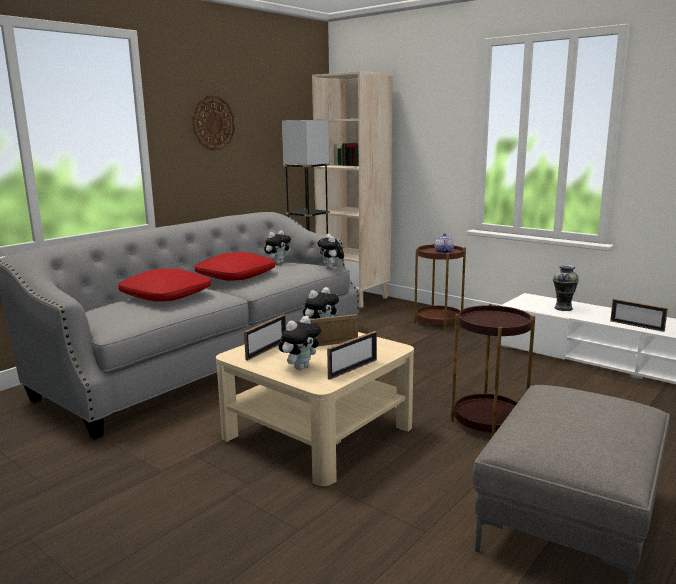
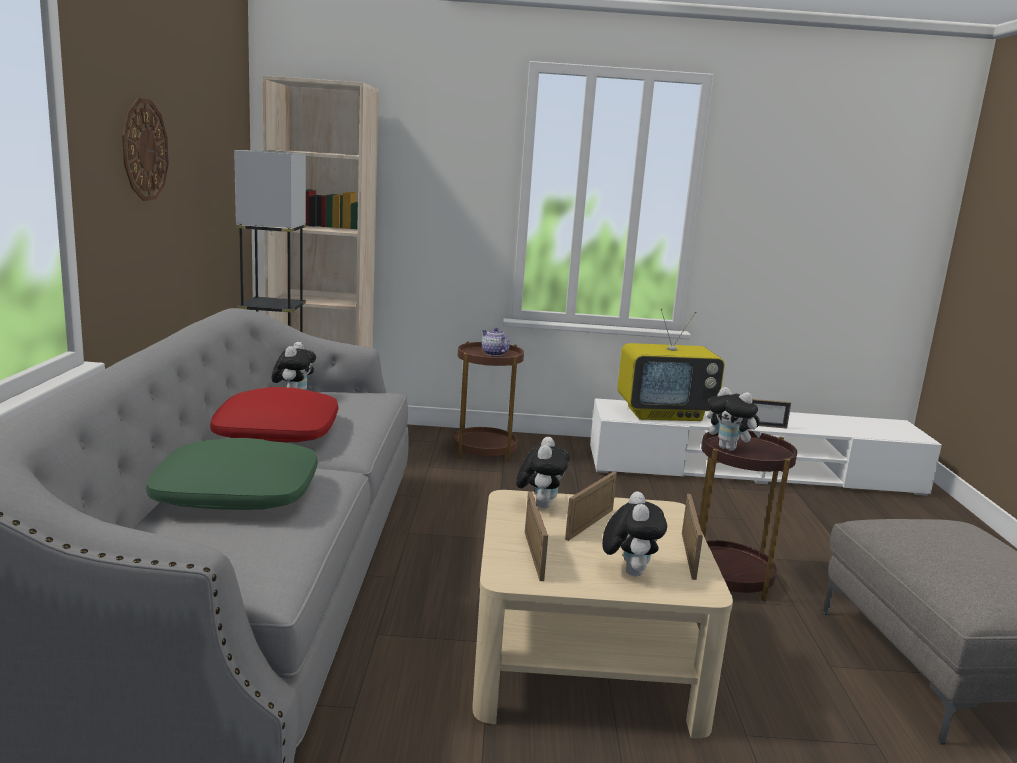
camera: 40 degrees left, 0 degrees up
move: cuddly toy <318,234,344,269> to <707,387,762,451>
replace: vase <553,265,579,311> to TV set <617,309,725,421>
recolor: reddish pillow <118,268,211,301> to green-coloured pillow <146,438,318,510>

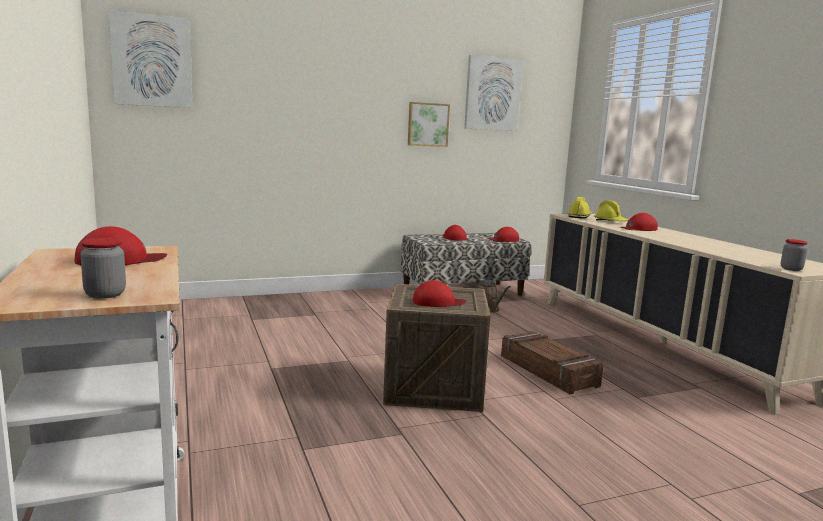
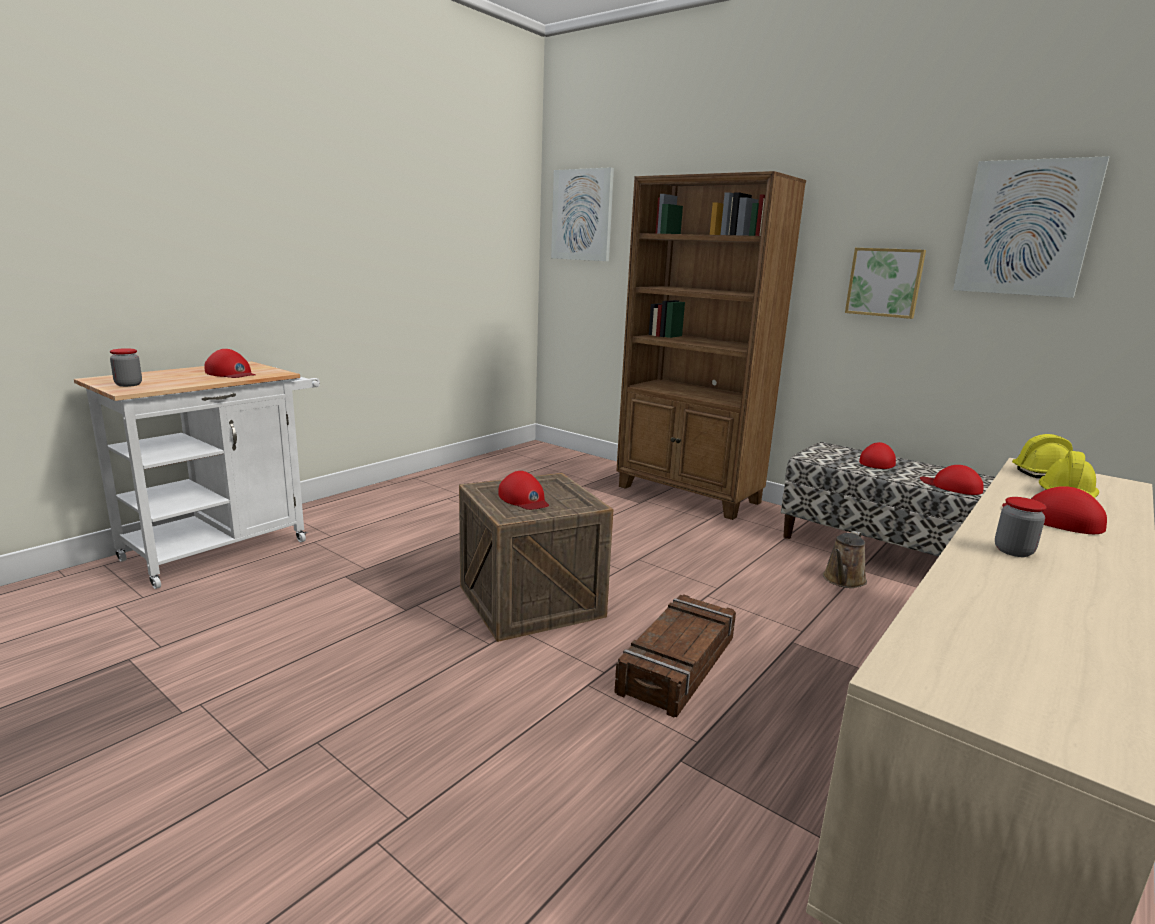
camera: 60 degrees right, 5 degrees up
insert: brownish shelving unit <616,171,806,520>
move: preserve jar <781,239,808,271> to <995,497,1047,557>

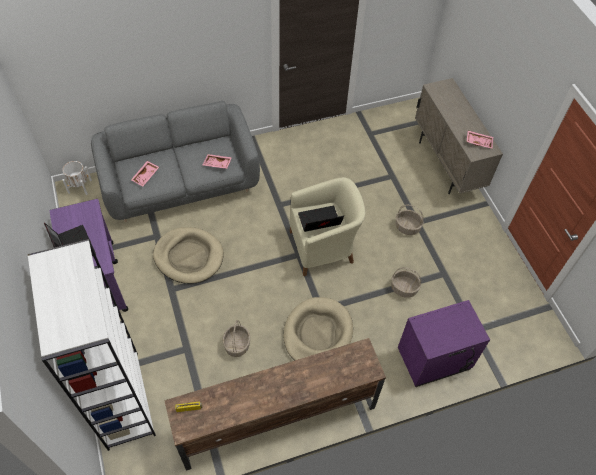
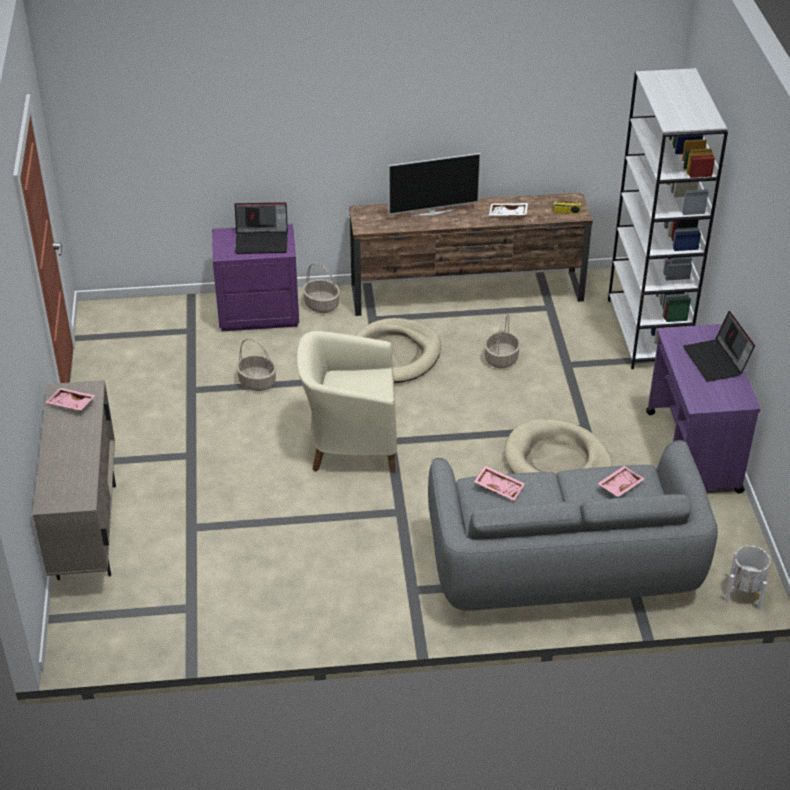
camera: 165 degrees left, 15 degrees down
insert: TV set <388,153,481,216>; white serving tray <489,203,528,216>
move: notebook computer <298,206,344,232> to <234,202,288,254>; storage basket <395,204,424,235> to <303,262,340,313>

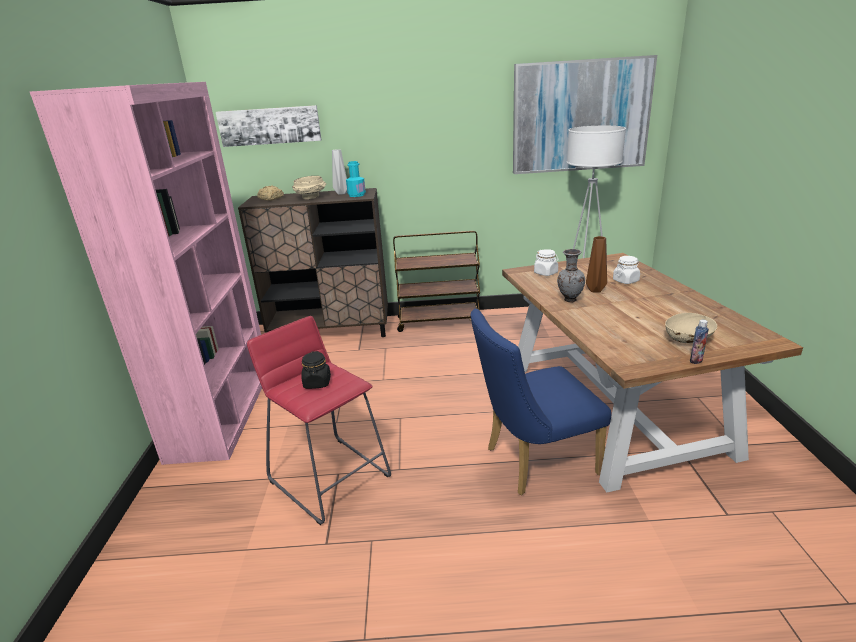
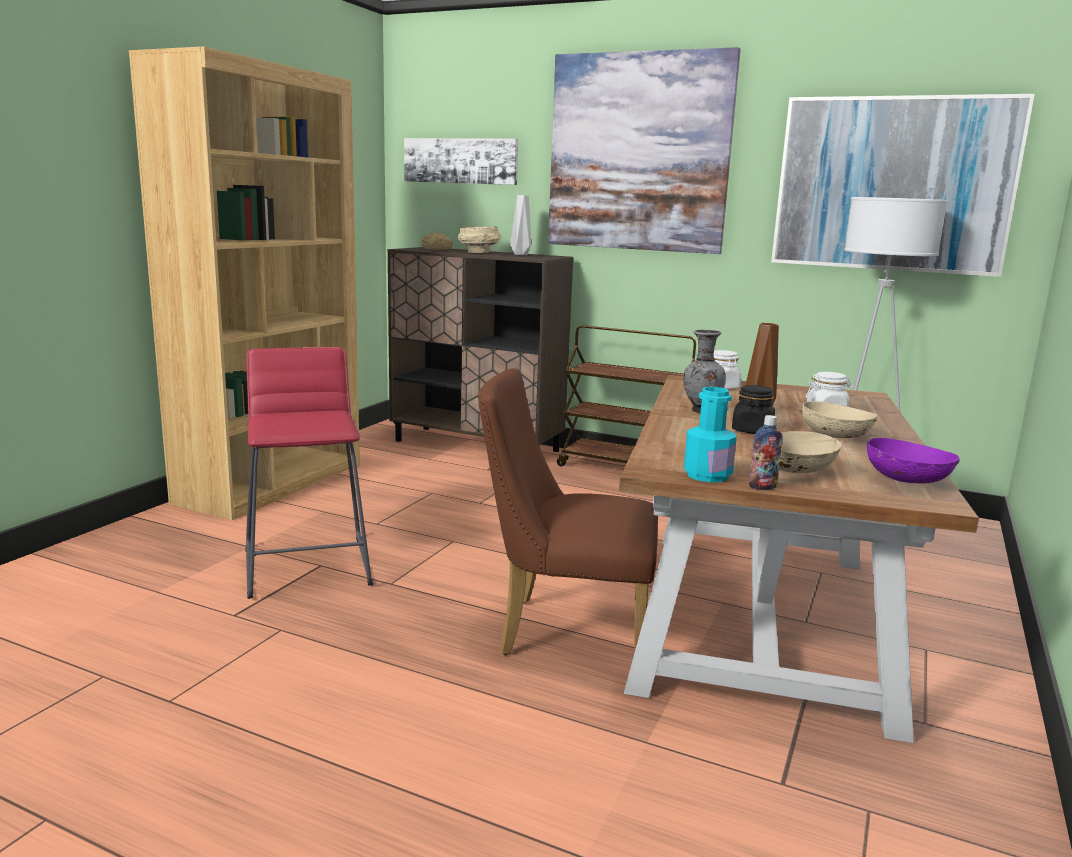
camera: 25 degrees right, 10 degrees down
insert: wall art <548,47,741,254>; beige-coloured deep dish <802,401,877,438>; purple deep dish <867,438,960,483>
move: turquoise bottle <346,161,366,197> to <684,387,737,482>; blackish preserve jar <301,351,331,389> to <732,385,775,434>
recolor: pink shelving unit <30,82,262,465> to brownish shelving unit <129,46,360,520>; blue-coloured chair <470,309,612,495> to brownish chair <478,368,658,655>

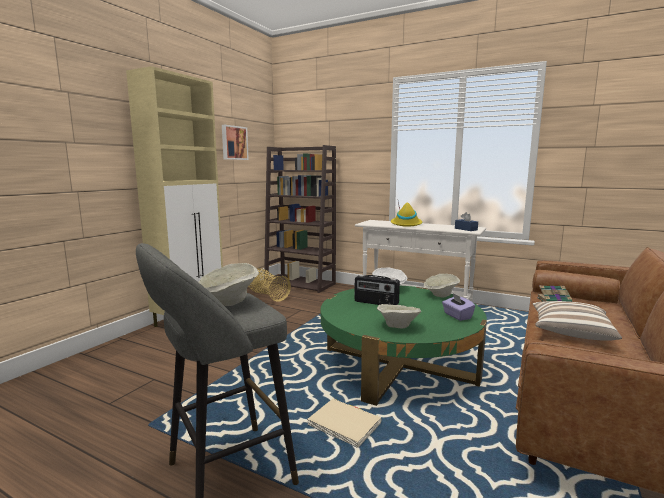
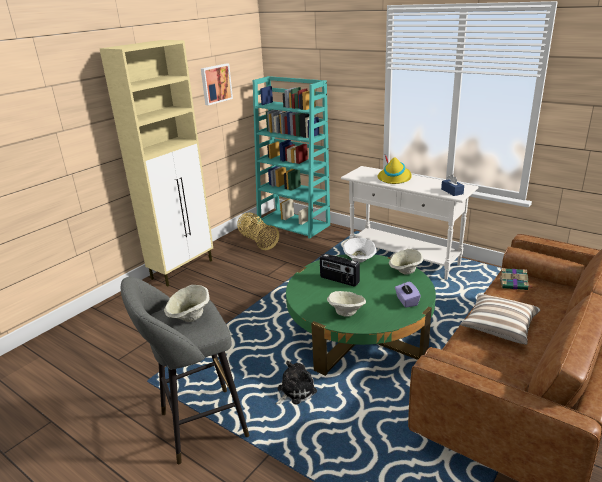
camera: 10 degrees right, 15 degrees up
replace: beige-coloured volume <307,399,382,448> to cuddly toy <276,361,317,405>
recolor: brownish shelving unit <264,145,336,293> to turquoise shelving unit <253,76,330,239>

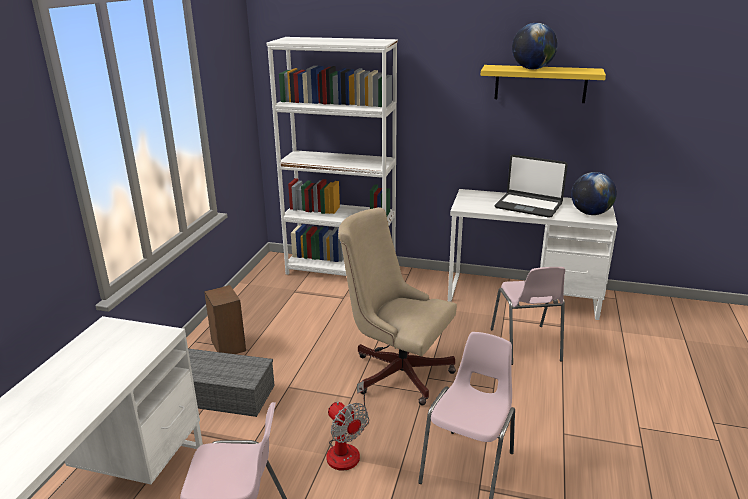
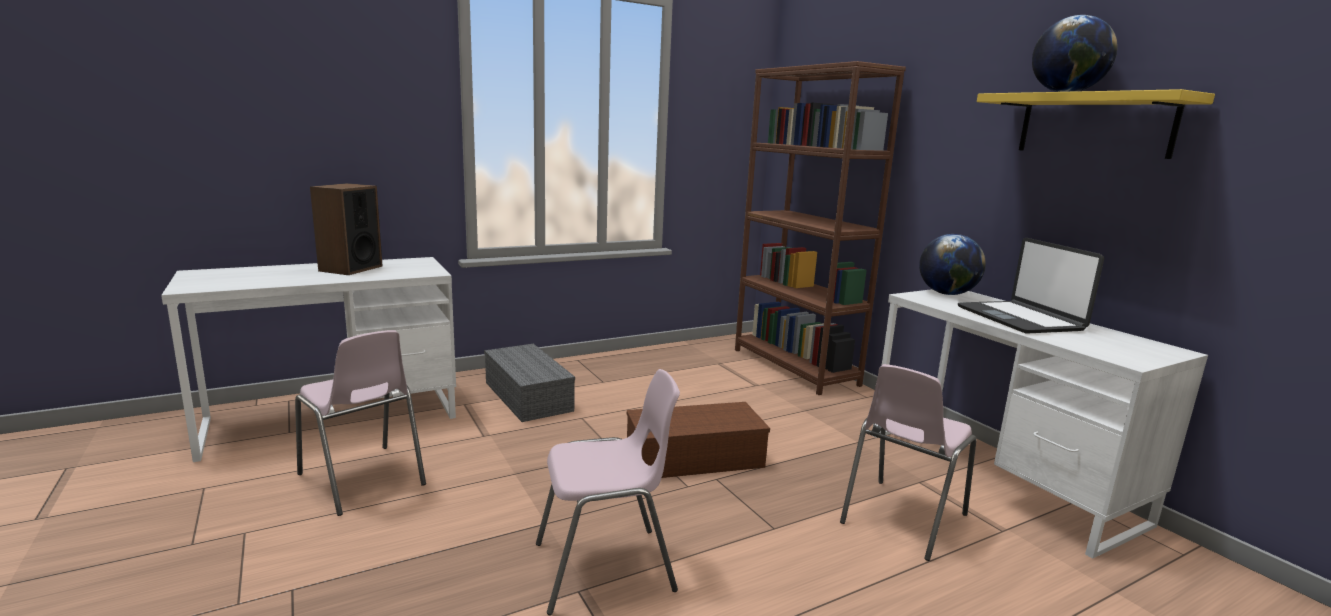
camera: 45 degrees right, 10 degrees down
delete: fan <326,381,369,471>
move: audio speaker <204,285,246,354> to <310,183,383,275>; desk globe <571,172,617,215> to <919,234,986,295>
replace: beige-coloured office chair <338,207,457,406> to brownish storage bin <627,402,770,478>
recolor: white shelving unit <267,37,398,276> to brownish shelving unit <735,61,906,395>

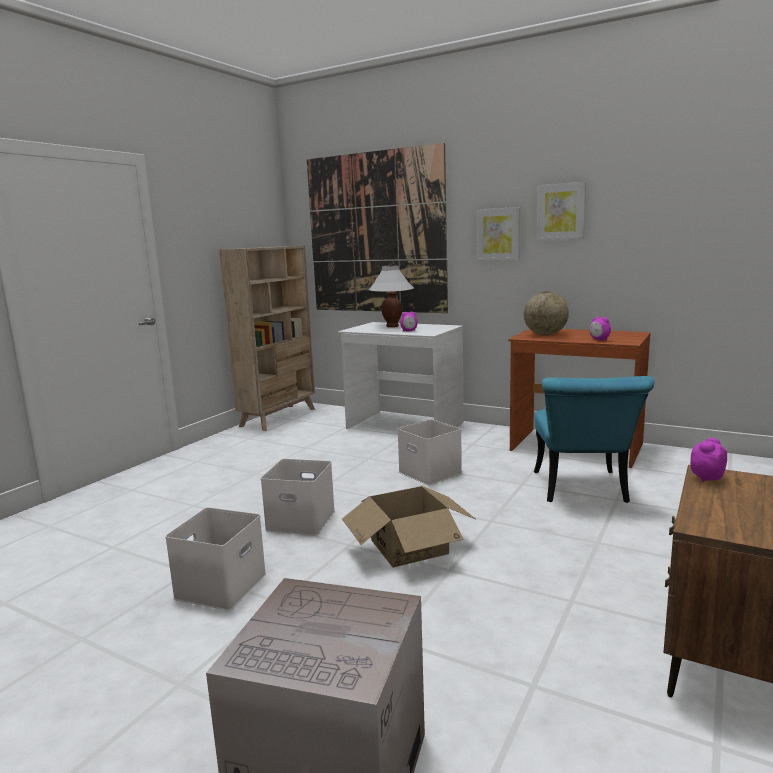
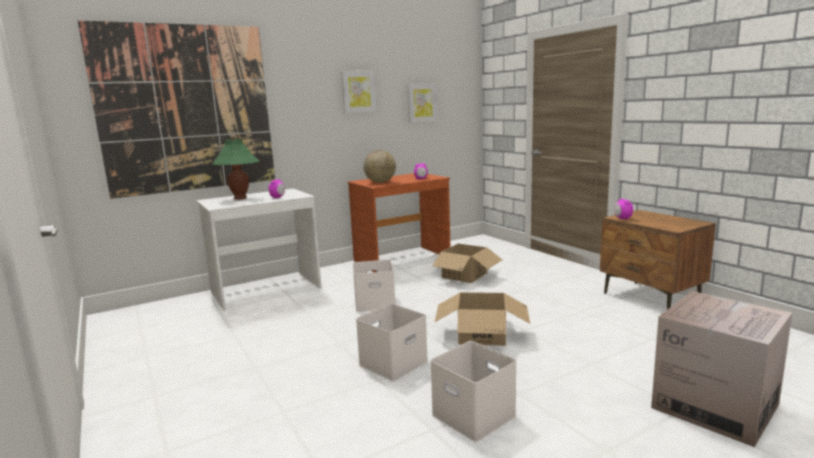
camera: 60 degrees left, 0 degrees up
delete: beige-coloured shelving unit <219,246,315,431>
move: wall art <476,207,520,261> to <407,83,437,123>
replace: turquoise chair <534,376,655,503> to carton <432,243,502,283>
recolor: white lamp for a table <369,263,414,327> to green-coloured lamp for a table <212,137,259,200>

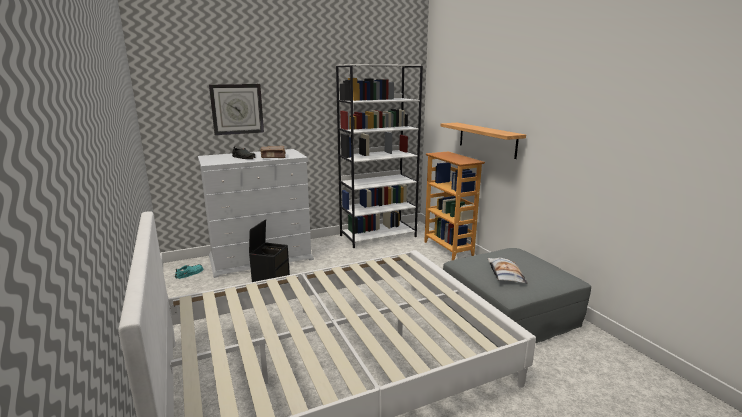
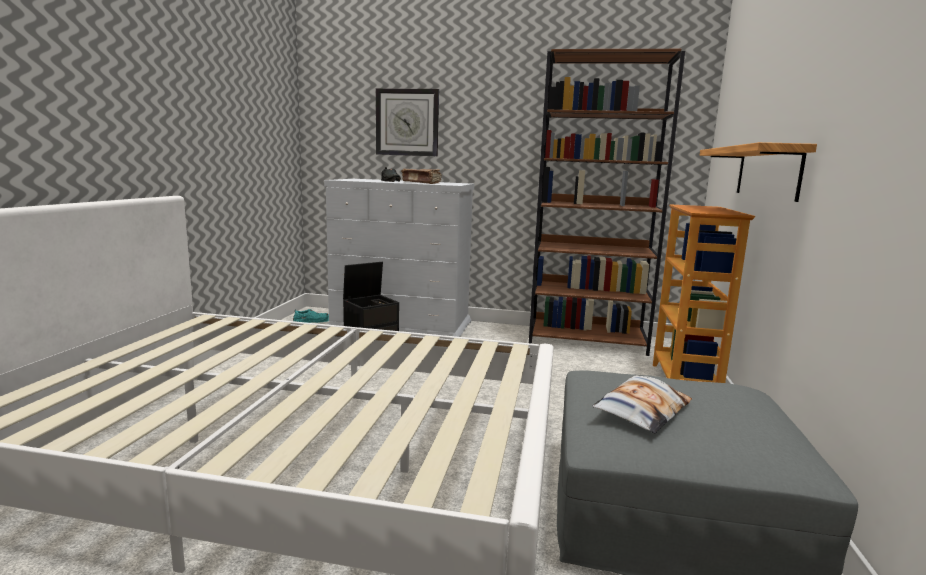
camera: 35 degrees right, 5 degrees down
recolor: white shelving unit <336,64,423,248> to brownish shelving unit <529,49,685,356>

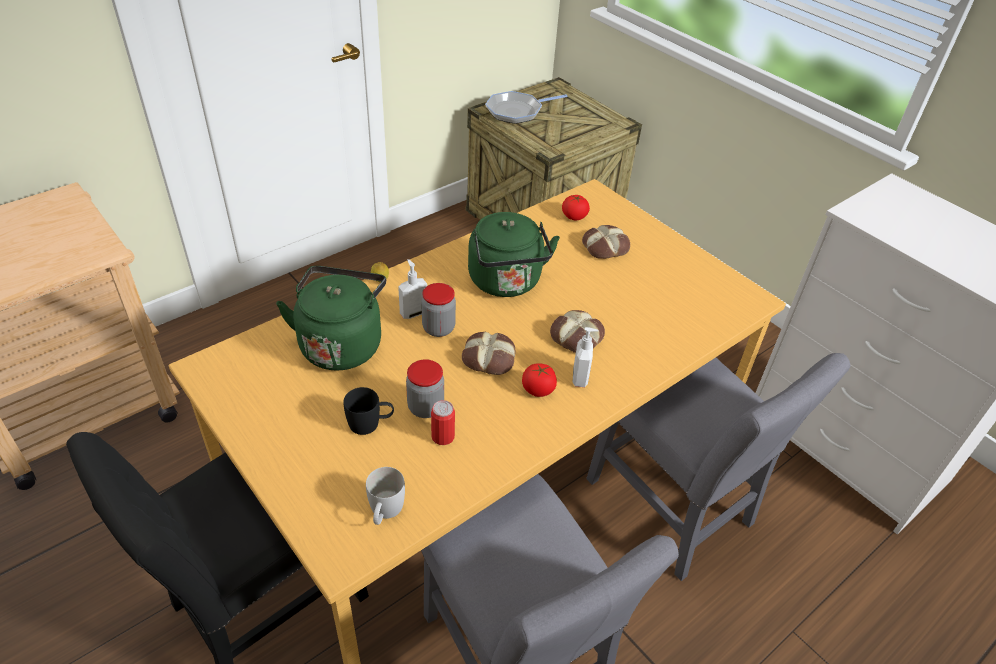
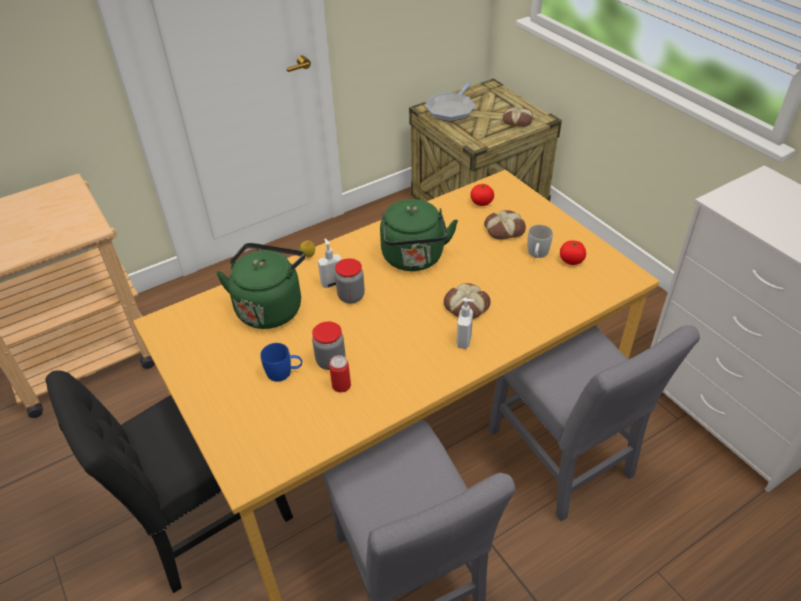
camera: 10 degrees right, 0 degrees up
move: bread <462,332,515,375> to <502,106,533,127>; white tea mug <366,467,405,525> to <527,225,553,258>; whole tomato <522,363,557,397> to <560,240,586,265>
recolor: blackish tea mug <343,387,394,435> to blue-coloured tea mug <260,343,302,382>
rotate: pan <485,91,568,124> = <425,82,475,122> 45 degrees counterclockwise

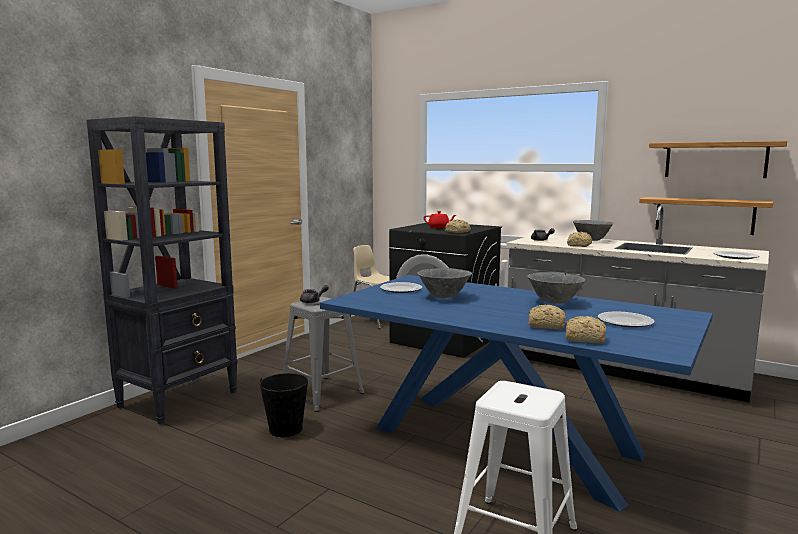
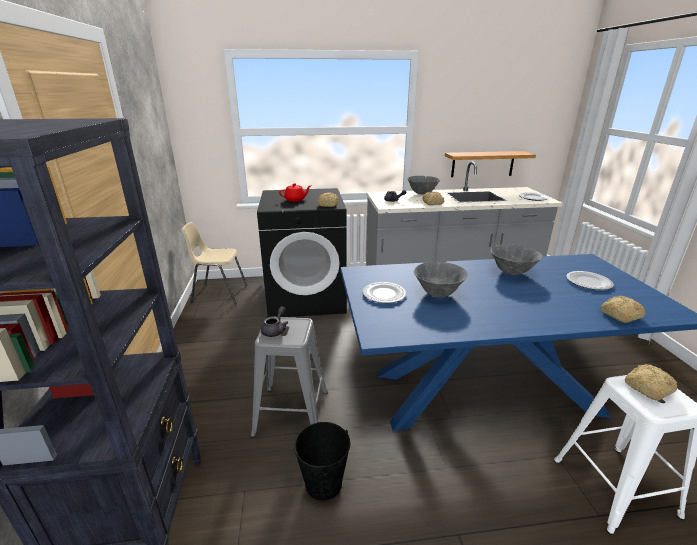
camera: 40 degrees left, 15 degrees up
delete: wall shelf <649,141,787,178>
move: bread <529,305,565,329> to <625,364,677,401>

